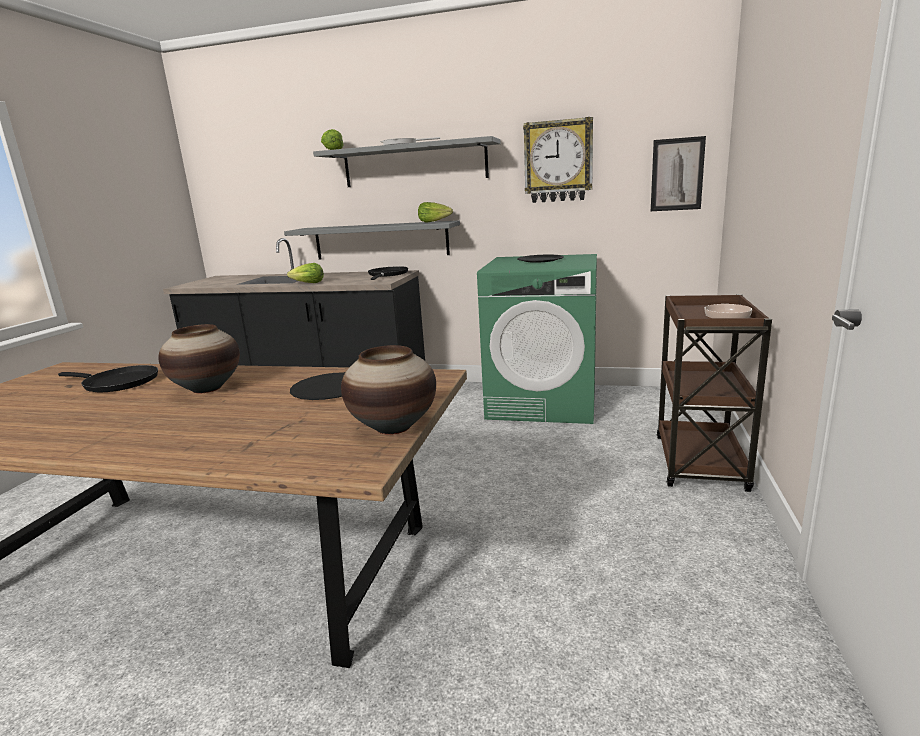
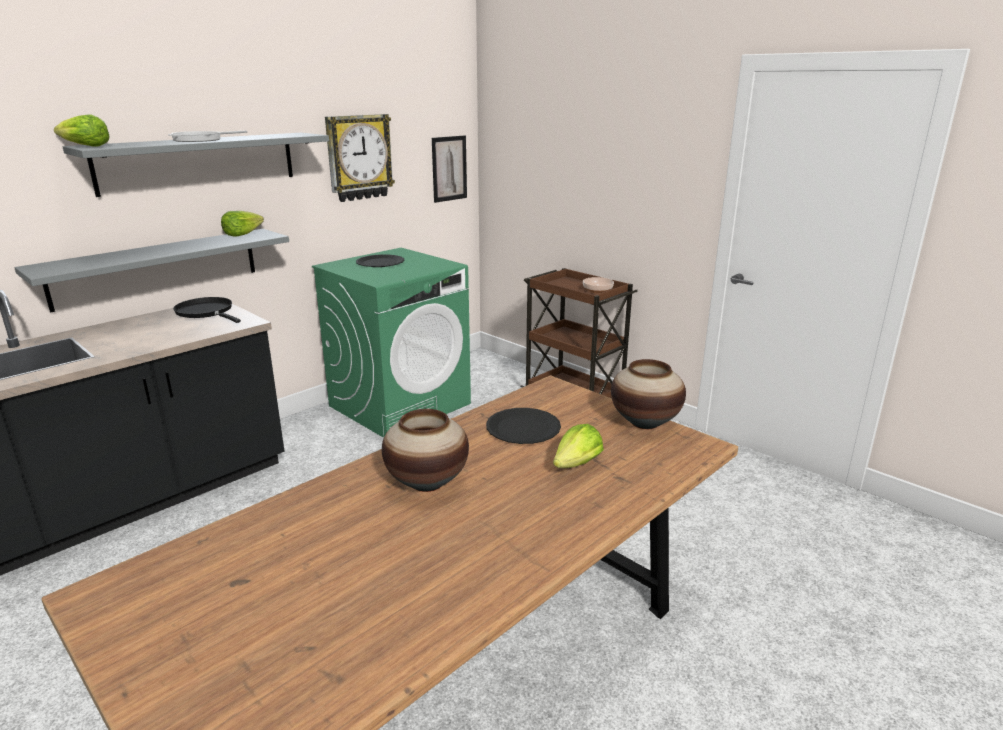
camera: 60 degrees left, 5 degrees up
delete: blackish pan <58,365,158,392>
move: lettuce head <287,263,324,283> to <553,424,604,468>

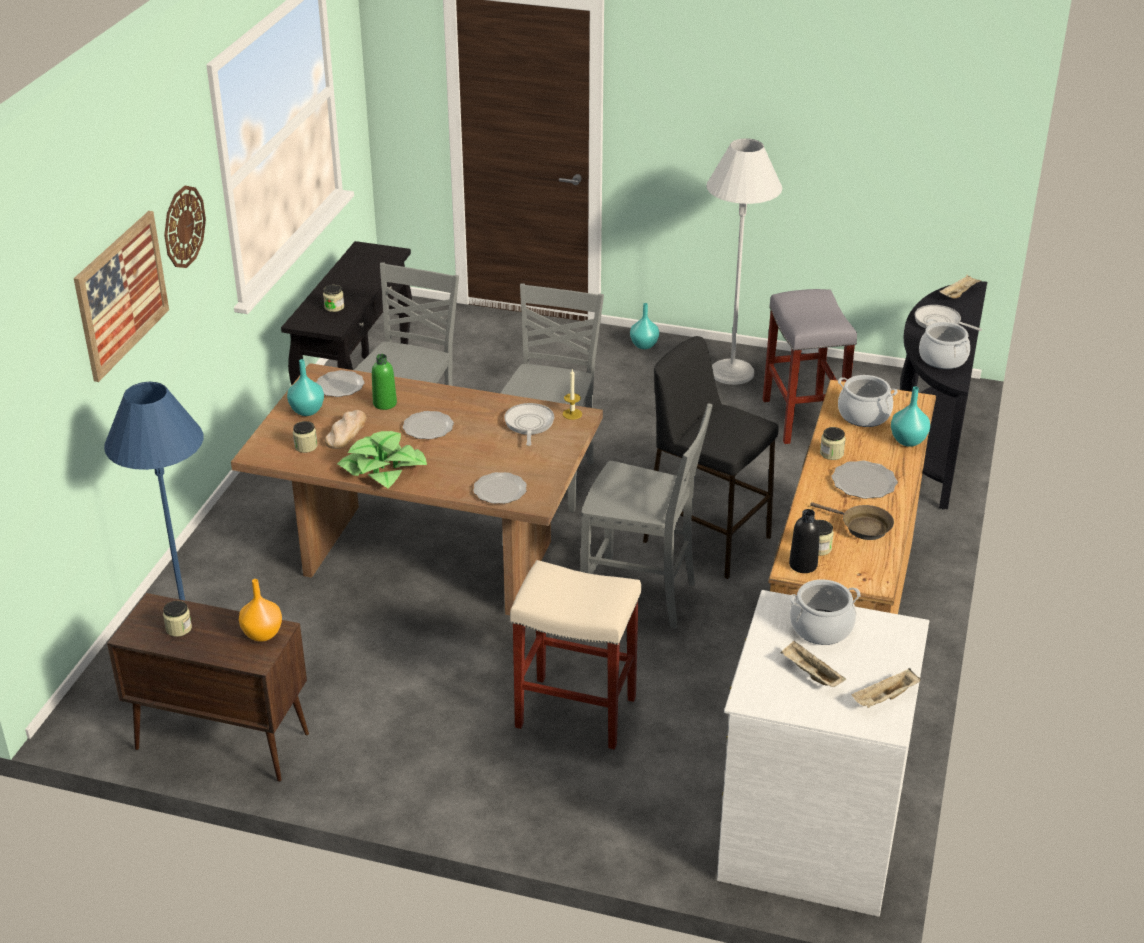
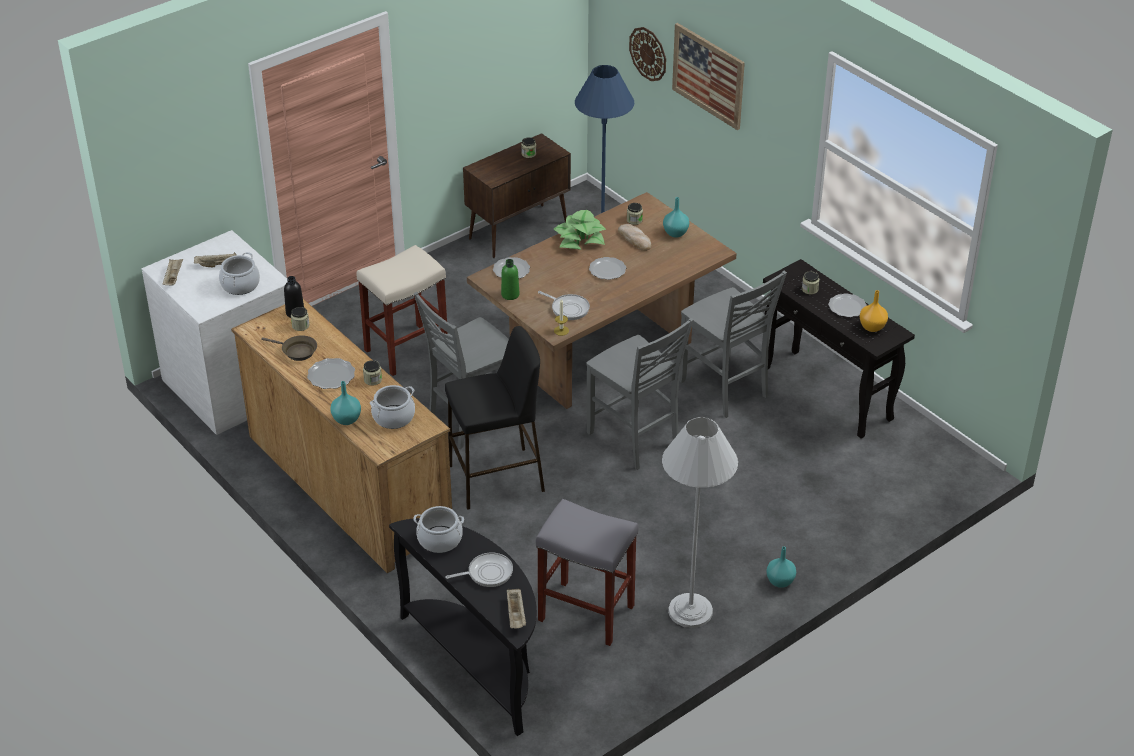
camera: 125 degrees right, 5 degrees up
move: green-coloured bottle <372,354,397,410> to <501,259,519,300>; wall clock <164,185,206,268> to <629,27,666,81>; flat dish <316,370,364,397> to <828,293,867,317>; orange vase <239,579,282,642> to <860,290,888,332>
rotate: brownish pan <810,502,894,540> = <261,335,317,361> 135 degrees counterclockwise

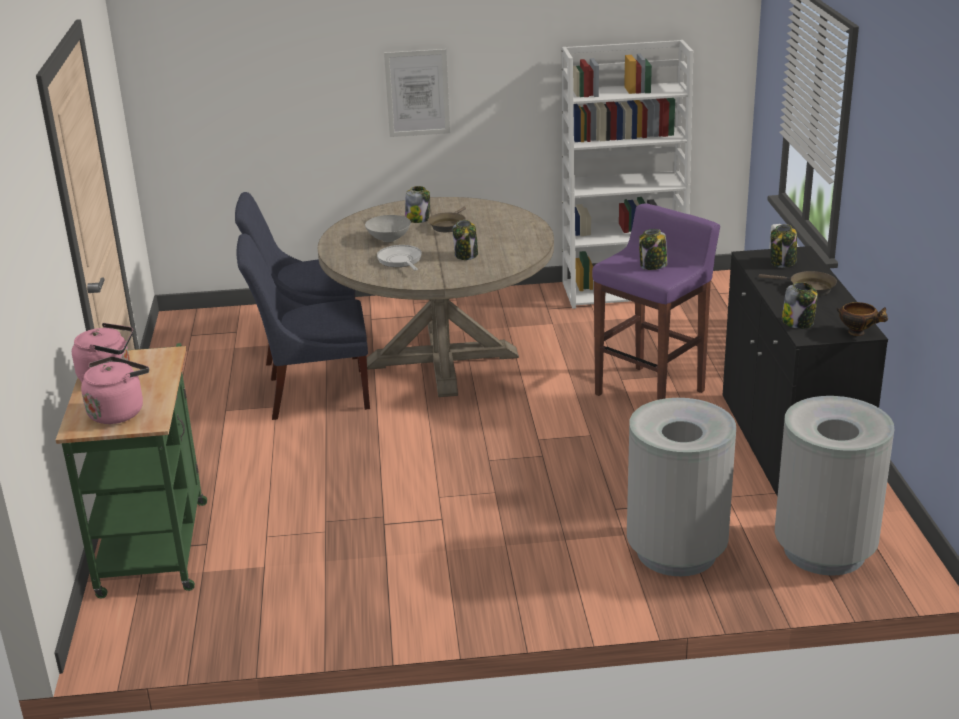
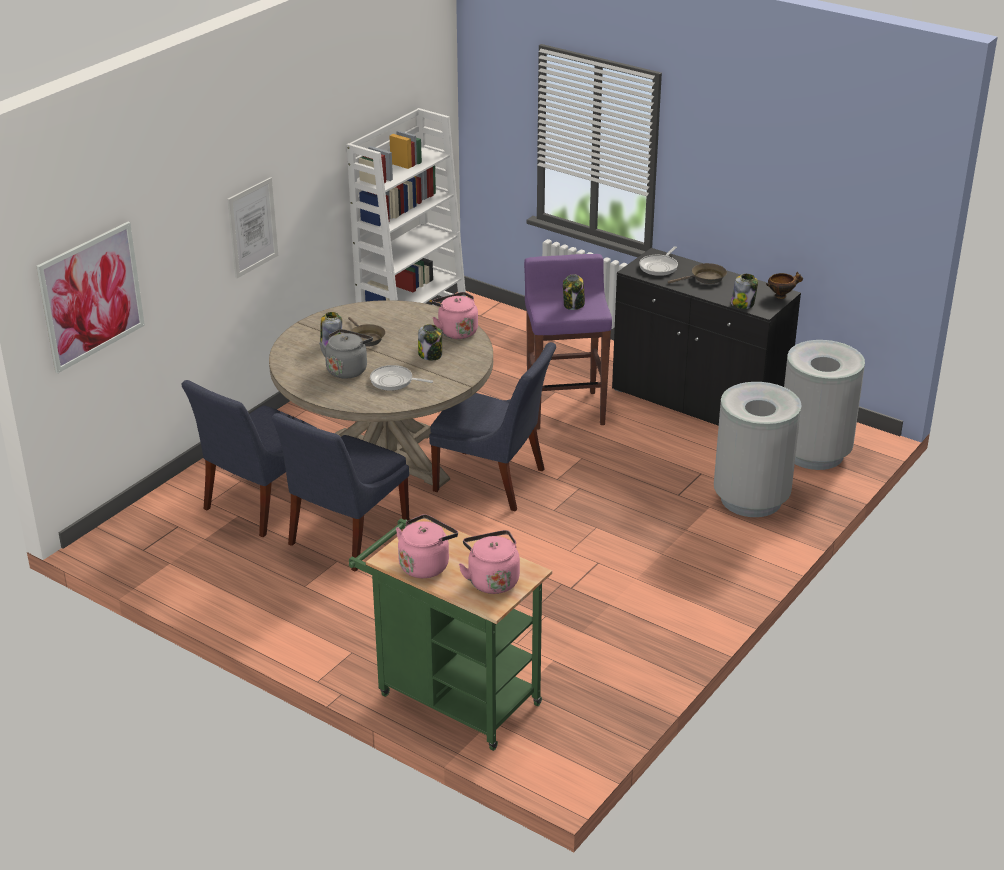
camera: 50 degrees left, 5 degrees up
insert: wall art <36,222,145,373>; blue-coloured chair <429,342,556,511>; pink tea kettle <432,292,478,339>
replace: grey deep dish <365,215,411,242> to grey tea kettle <319,329,373,379>; preserve jar <770,224,797,268> to pan <639,246,678,276>

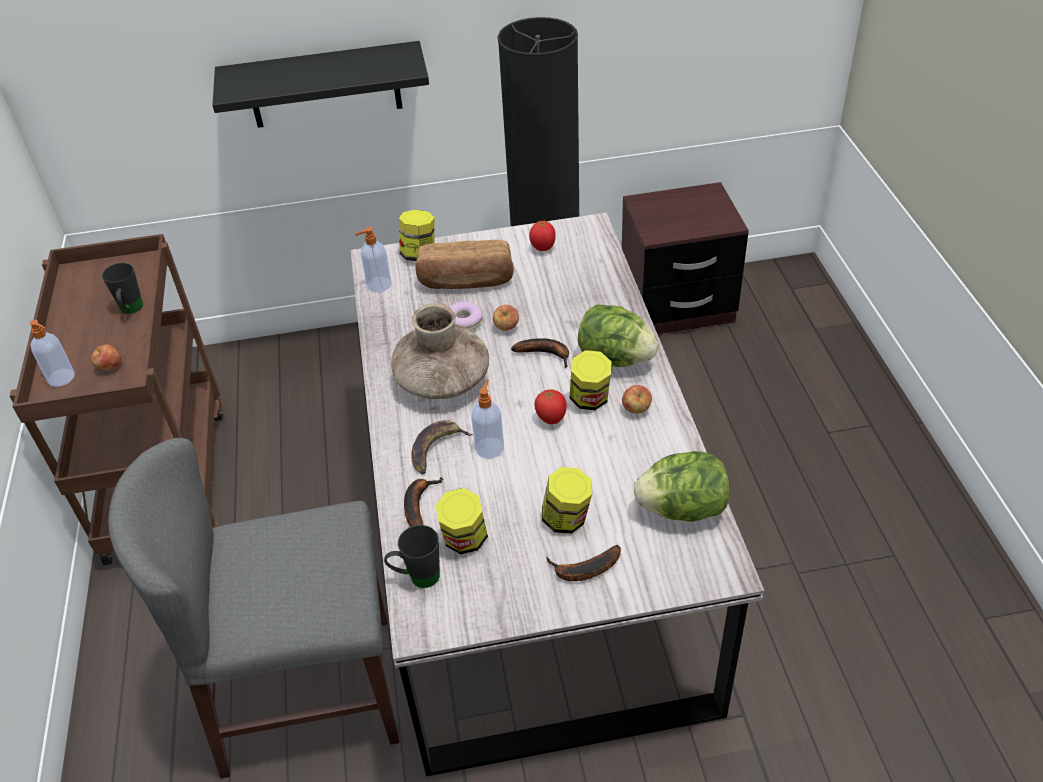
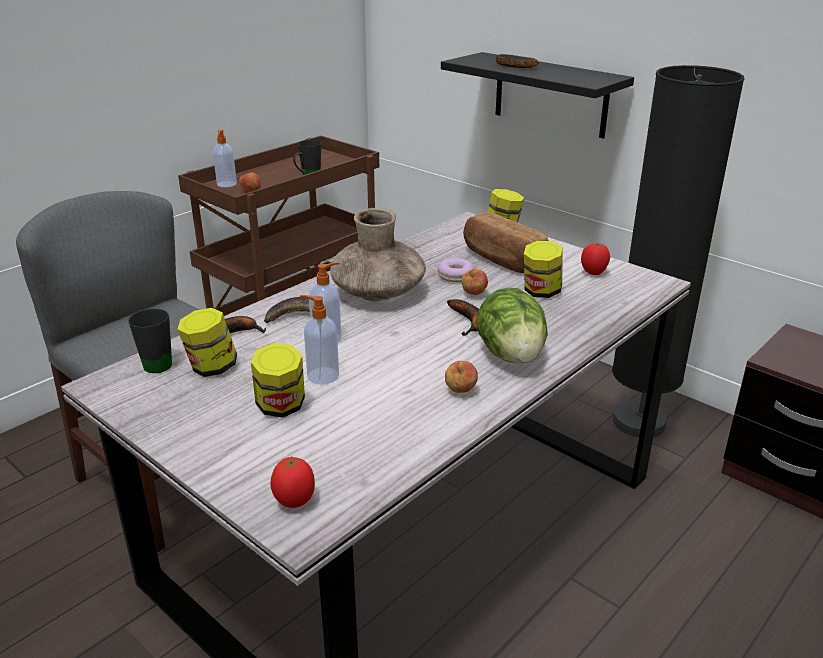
camera: 50 degrees right, 15 degrees down
delete: lettuce head <634,451,730,522>
move: whole tomato <534,388,567,424> to <270,457,315,508>; soap dispenser <355,227,391,292> to <300,295,339,385>; whole banana <546,545,621,581> to <496,54,539,68>; preserve jar <569,350,612,410> to <524,240,563,298>

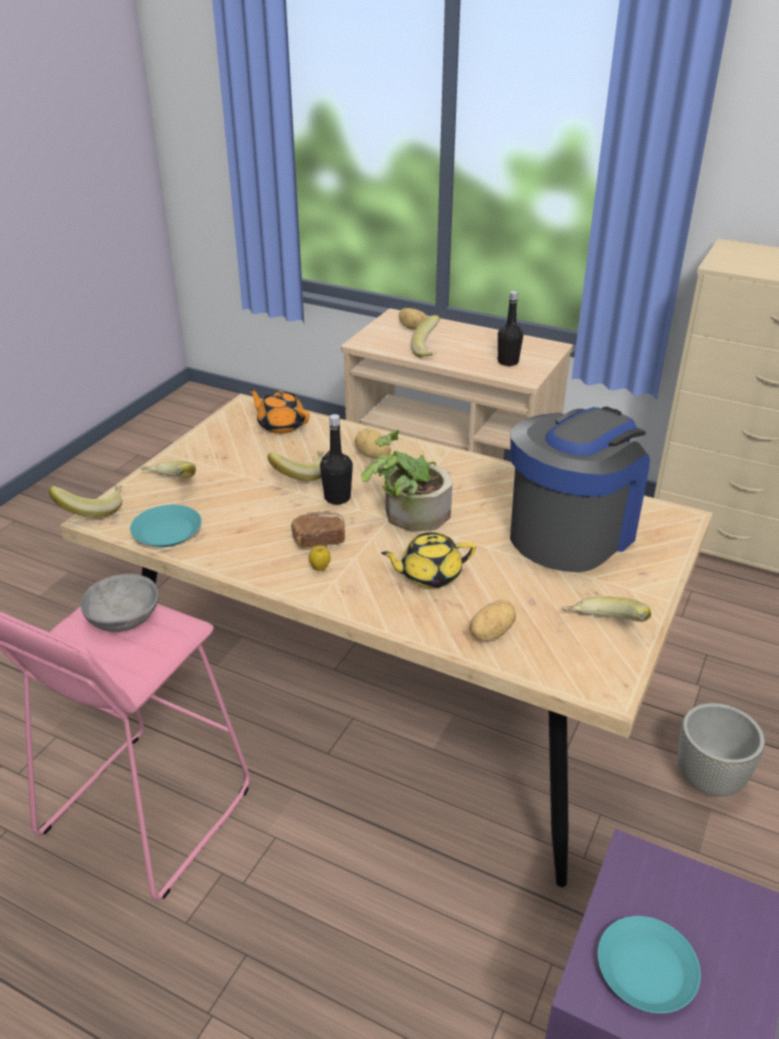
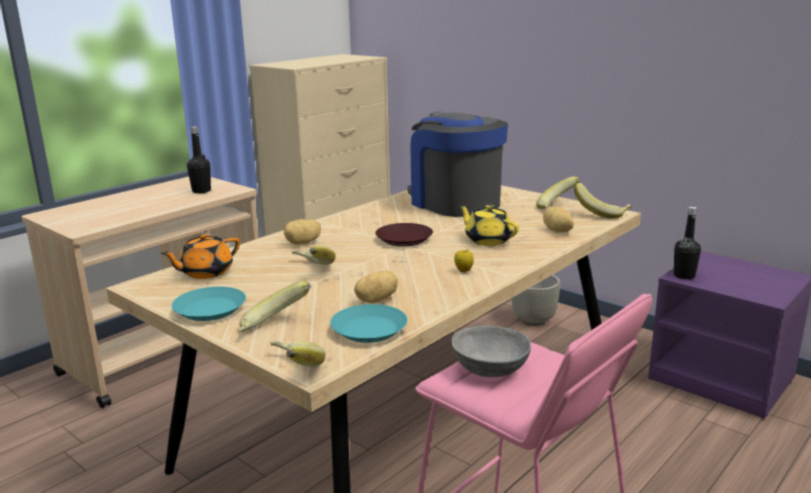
camera: 75 degrees left, 15 degrees down
delete: bread <291,511,345,548>
move: turquoise flat dish <598,916,701,1013> to <172,286,246,321>; whole potato <399,308,428,330> to <354,270,398,303>; whole banana <411,315,440,358> to <574,183,632,218>; blackish bottle <320,414,353,504> to <674,207,701,279>
replace: plant in a pot <361,429,453,532> to brownish flat dish <375,223,433,246>
rotate: yellow teapot <381,532,476,588> = <459,205,519,246> 135 degrees clockwise

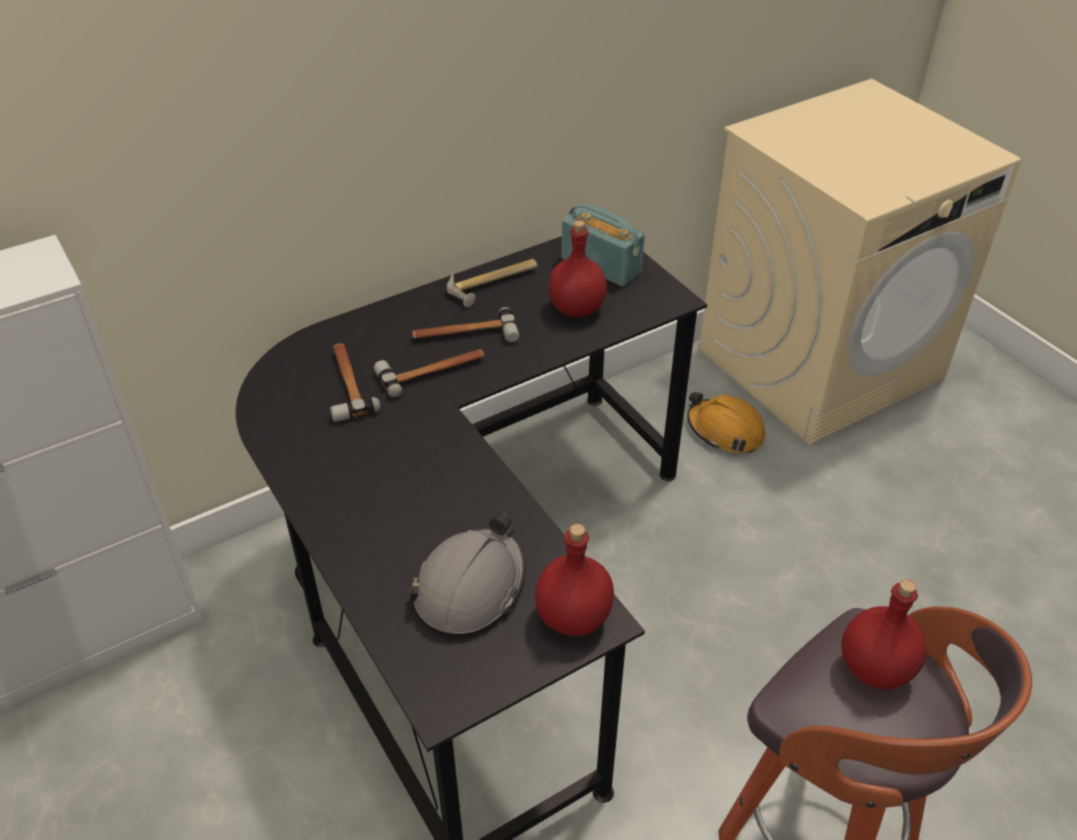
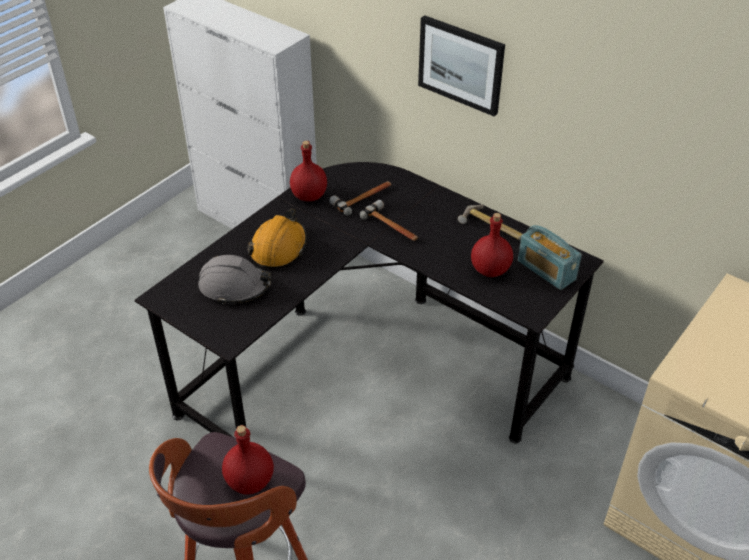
camera: 70 degrees right, 0 degrees up
delete: tool hammer <412,307,519,343>
insert: wall art <418,15,505,116>
move: orange hard hat <687,392,765,453> to <248,209,307,269>; reddish bottle <535,524,614,636> to <290,141,327,201>
rotate: radio set <562,204,645,287> = <518,225,582,290> 120 degrees clockwise

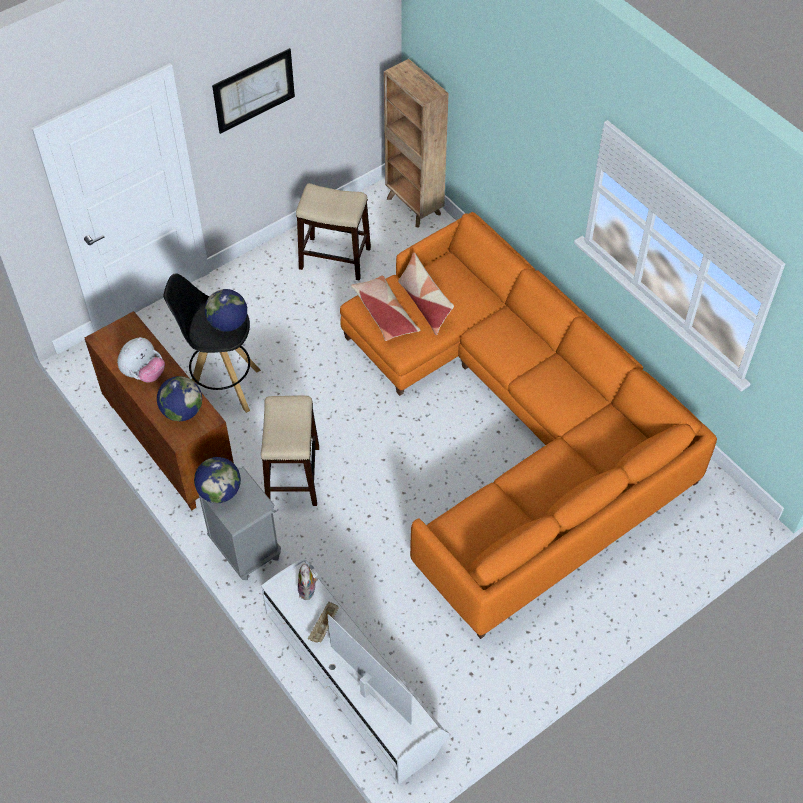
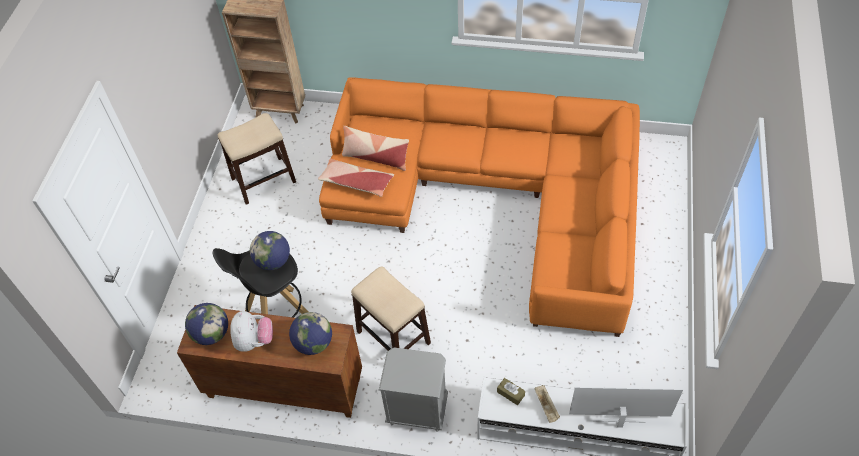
camera: 40 degrees left, 0 degrees up
delete: wall art <212,48,295,134>
move: desk globe <194,457,241,503> to <185,303,228,345>
replace: cuddly toy <298,563,318,600> to brownish box of tissues <497,378,525,405>

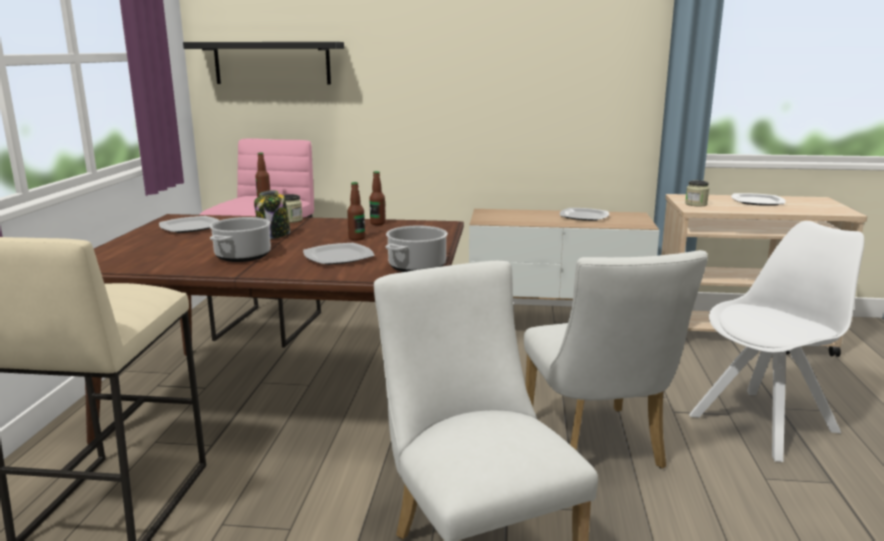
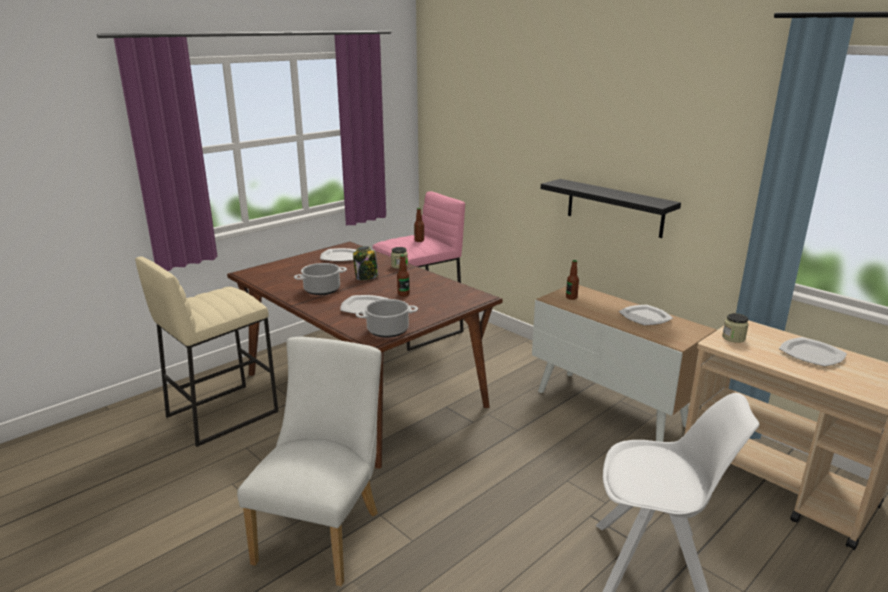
camera: 40 degrees right, 5 degrees up
delete: white chair <524,250,708,469>
move: blackish wall shelf <183,42,344,84> to <541,179,681,238>; bottle <369,171,386,225> to <566,260,579,300>

